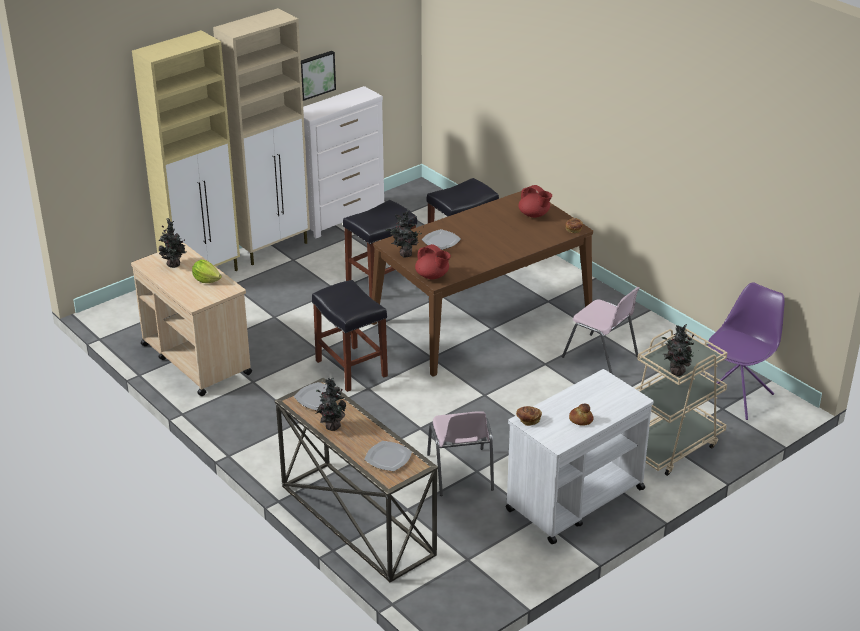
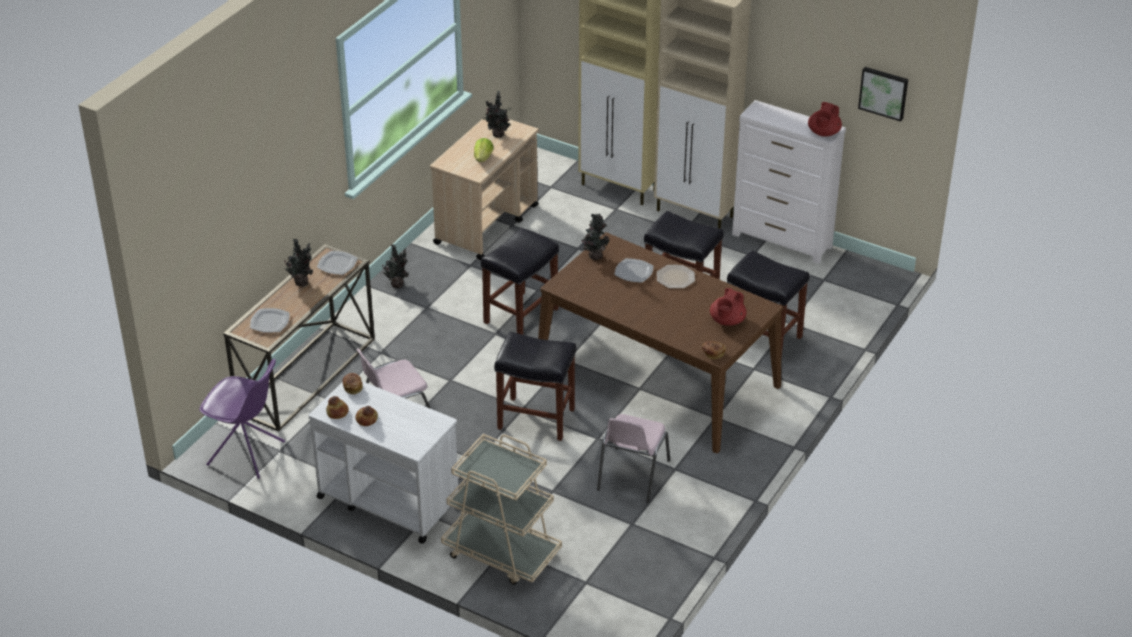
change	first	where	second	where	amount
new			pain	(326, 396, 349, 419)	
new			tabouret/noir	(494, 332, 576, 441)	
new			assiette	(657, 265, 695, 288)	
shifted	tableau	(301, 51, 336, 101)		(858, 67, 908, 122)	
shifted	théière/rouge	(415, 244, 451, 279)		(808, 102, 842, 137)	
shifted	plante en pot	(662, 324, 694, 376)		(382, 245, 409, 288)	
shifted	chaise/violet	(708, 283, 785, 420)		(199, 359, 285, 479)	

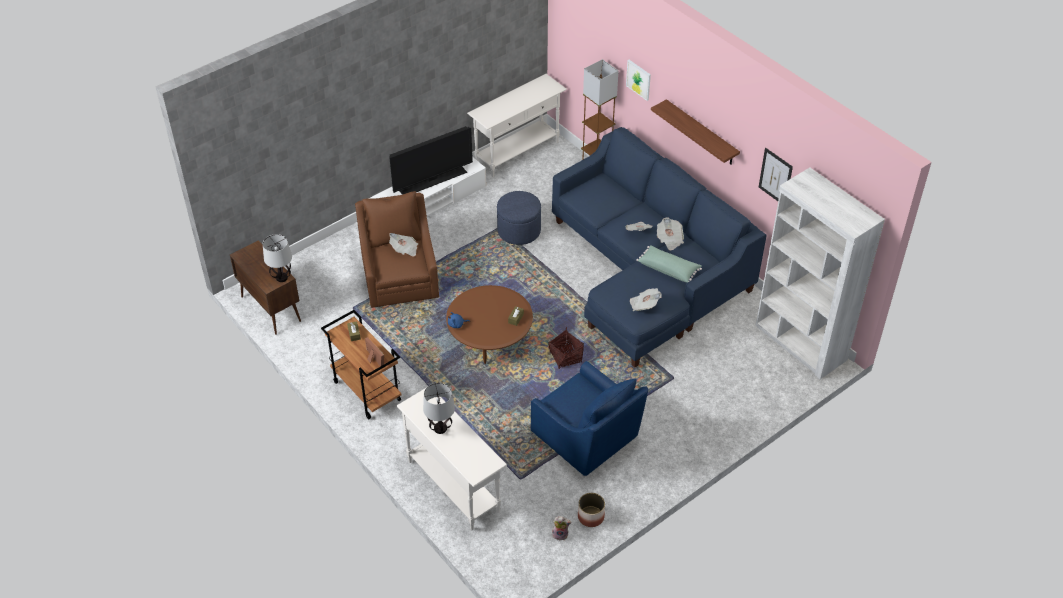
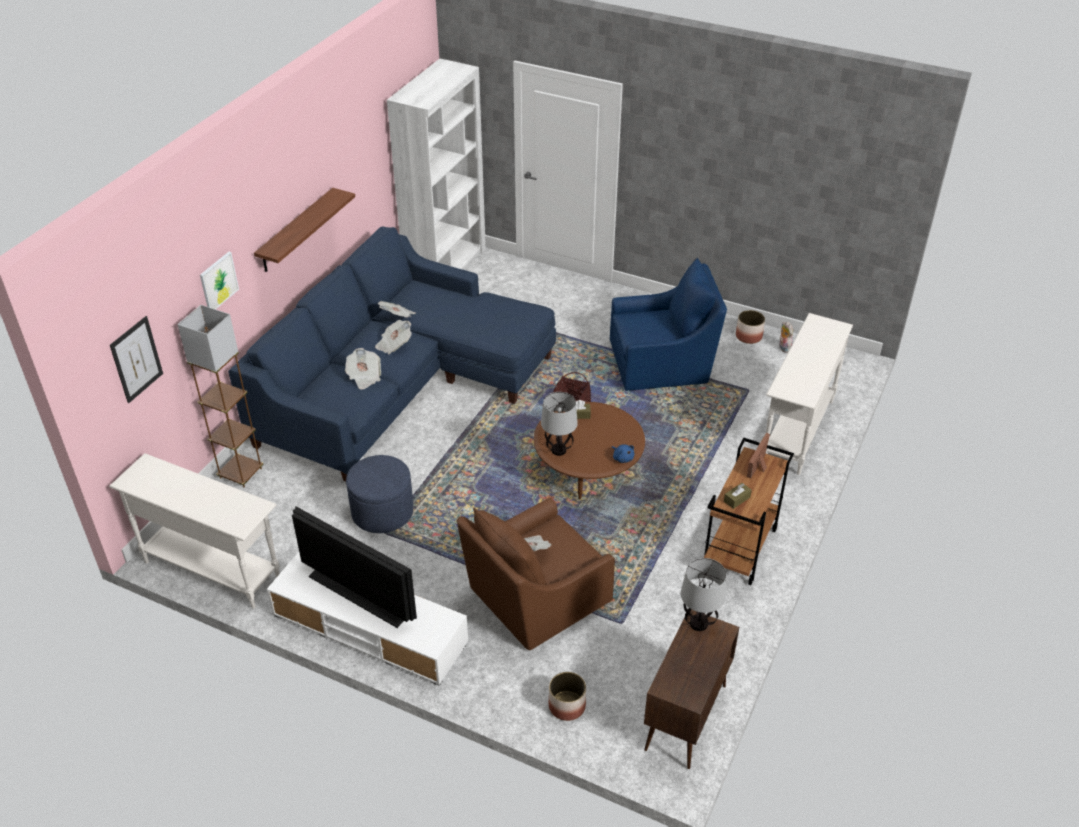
change	first	where	second	where	amount
gone	coussin/vert	(636, 245, 702, 283)			
new			cache-pot	(549, 672, 586, 721)	
shifted	lampe de table	(423, 383, 455, 434)		(541, 392, 578, 456)	
shifted	journal	(630, 288, 662, 311)		(345, 348, 381, 390)	
shifted	tableau	(759, 148, 793, 201)		(110, 316, 163, 403)	
rotated	fauteuil/bleu	(531, 361, 649, 476)		(610, 258, 727, 391)	60 degrees clockwise

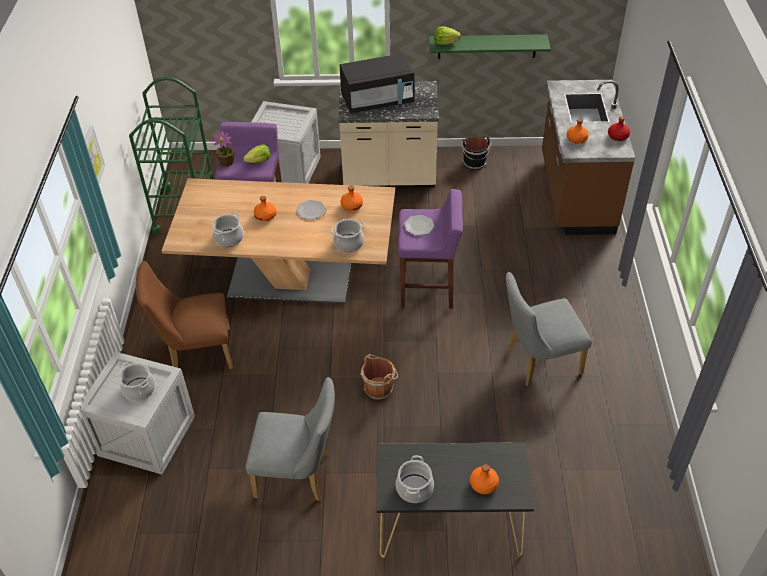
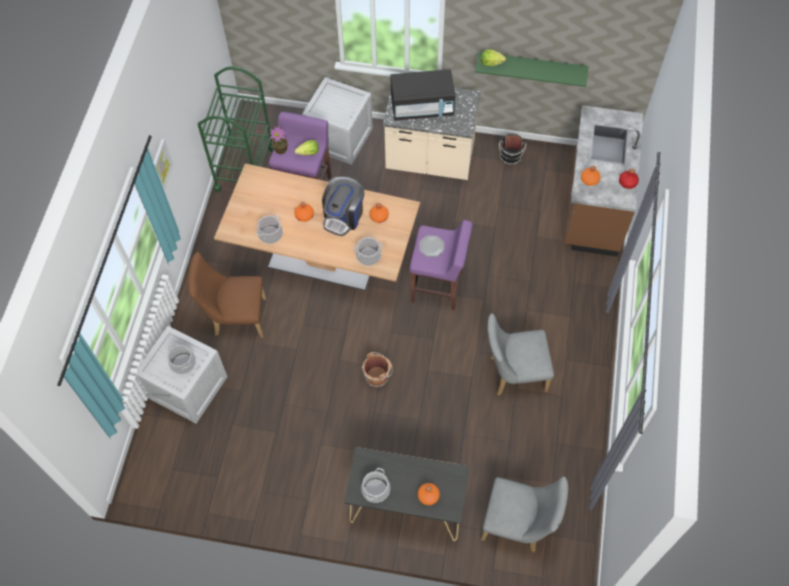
change	first	where	second	where	amount
shifted	chaise/gris	(246, 377, 335, 501)		(481, 476, 568, 553)	
swapped	assiette	(296, 200, 326, 220)	machine à café	(322, 177, 364, 236)	

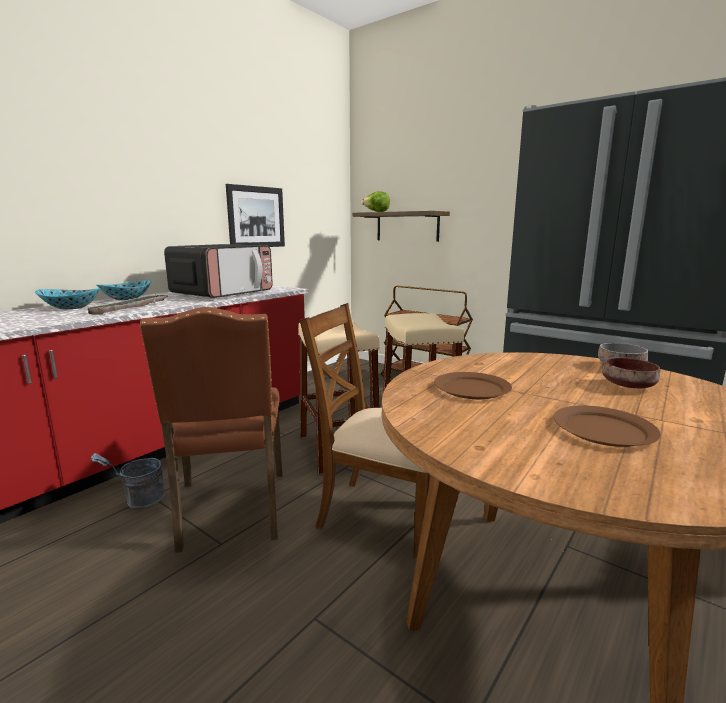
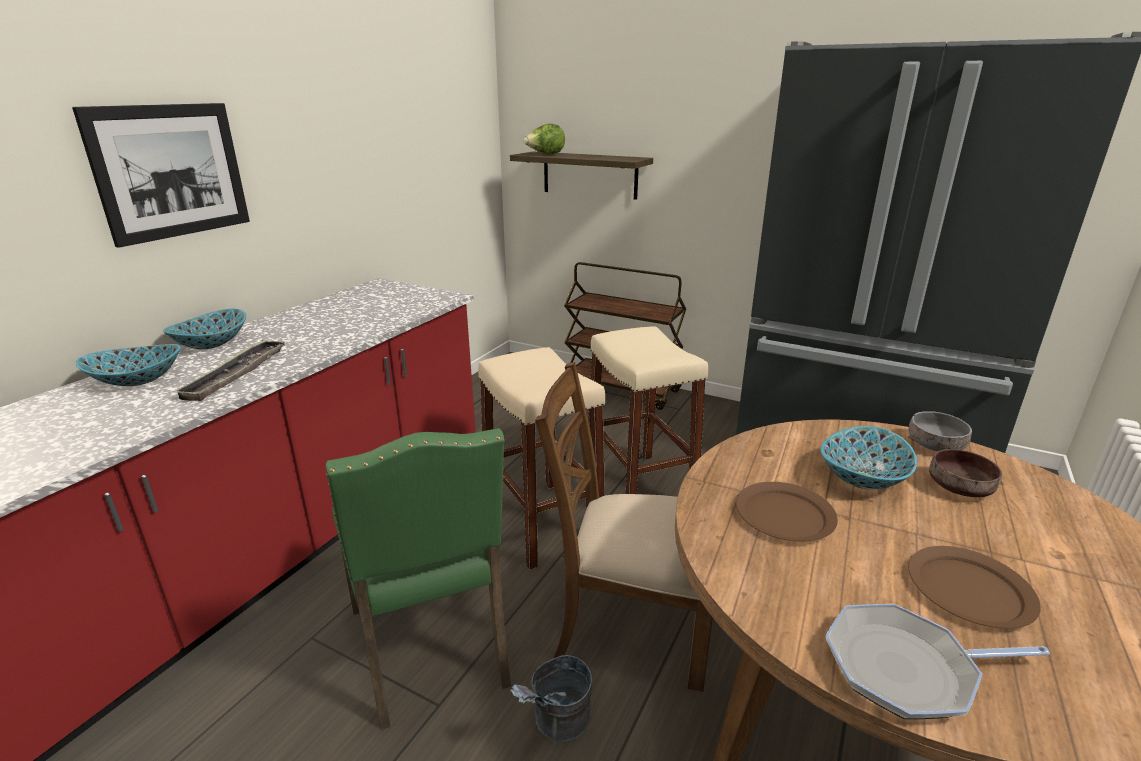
change	first	where	second	where	amount
gone	micro-ondes	(164, 244, 273, 298)			
new			bol	(820, 426, 917, 489)	
new			poêle	(826, 604, 1050, 719)	
shifted	seau/gris	(91, 453, 165, 508)		(510, 655, 592, 743)	
shifted	tableau	(226, 184, 285, 247)		(72, 103, 250, 248)	
repainted	chaise/marron	(140, 307, 282, 553)	chaise/vert	(326, 428, 511, 730)	

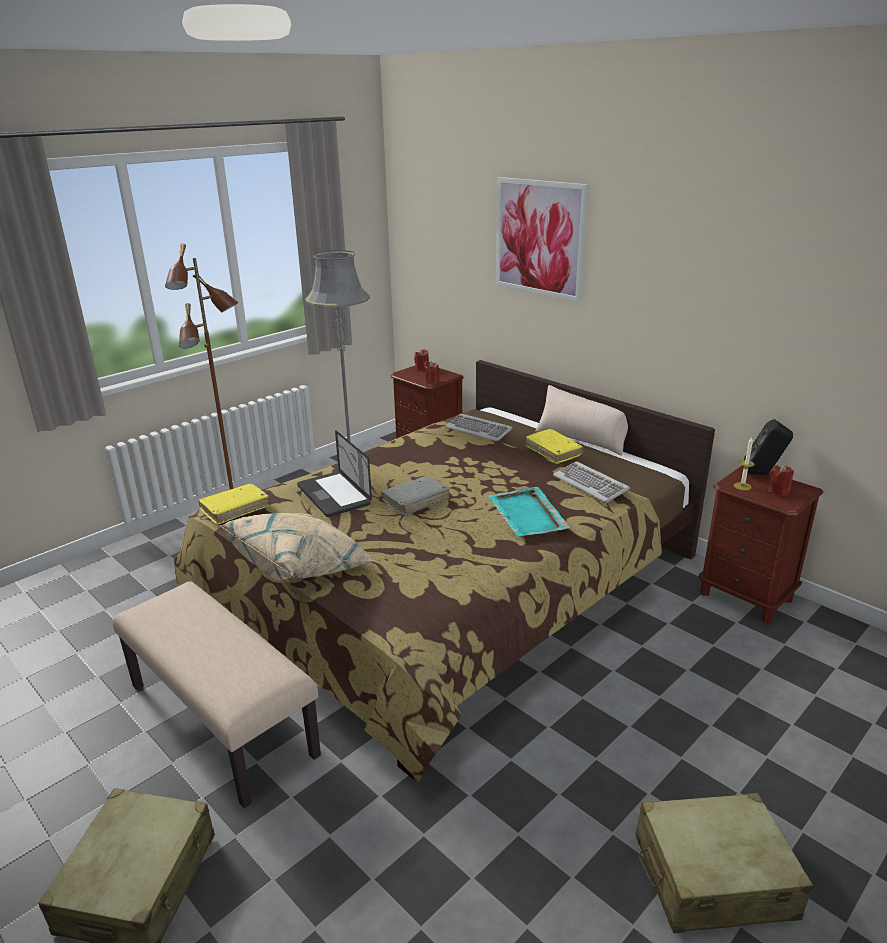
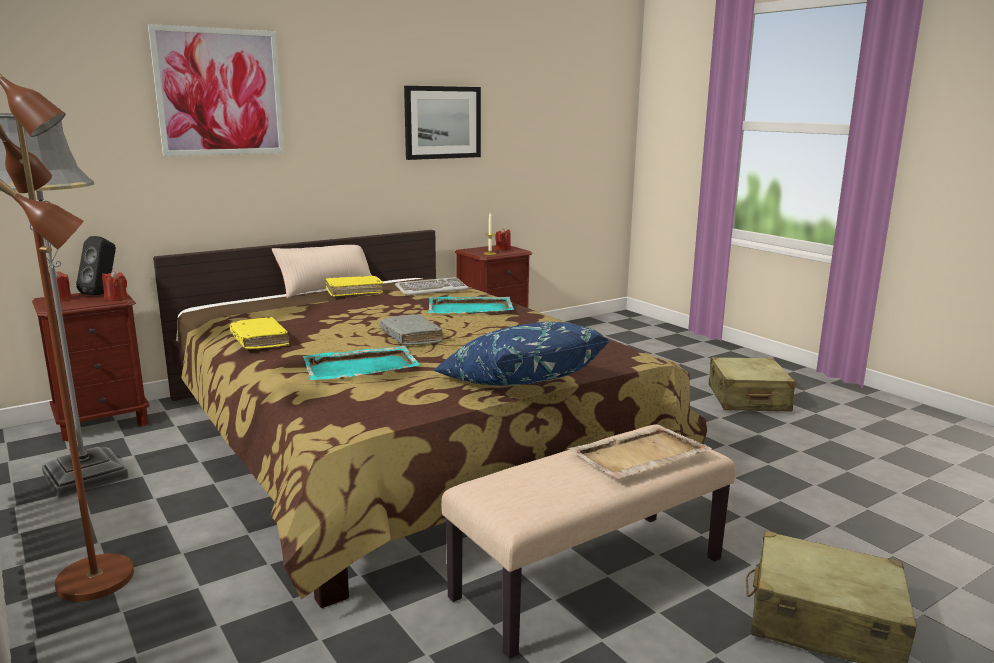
change	first	where	second	where	amount
gone	clavier	(445, 414, 513, 442)			
new			tableau	(404, 86, 481, 160)	
new			plateau/beige	(568, 425, 712, 479)	
shifted	livre/jaune	(198, 484, 269, 525)		(230, 317, 289, 349)	
shifted	enceinte/noir	(743, 419, 793, 475)		(76, 236, 116, 295)	
swapped	ordinateur portable	(297, 430, 372, 517)	plateau/turquoise	(303, 346, 420, 380)	
repainted	coussin/beige	(220, 513, 376, 581)	coussin/bleu	(433, 322, 611, 386)	

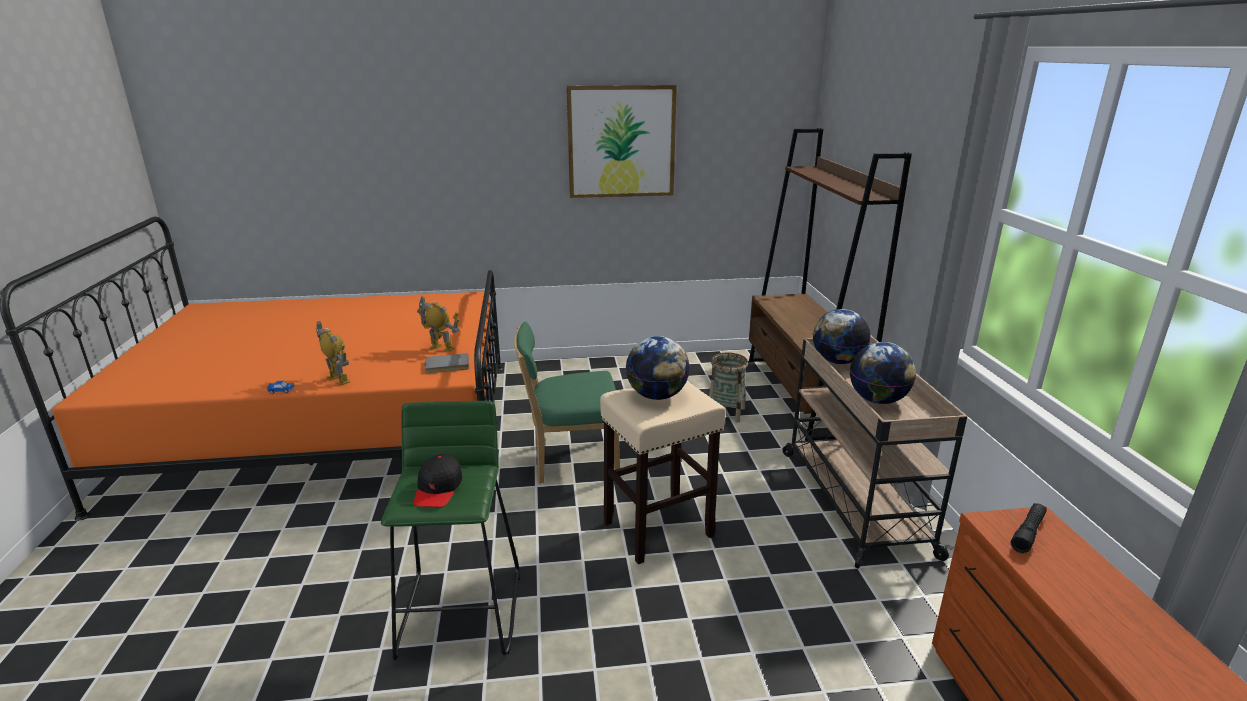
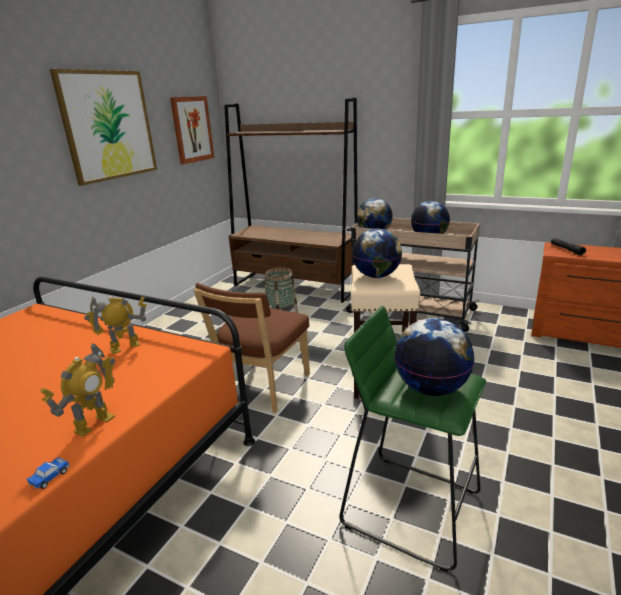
change	first	where	second	where	amount
gone	livre/gris	(425, 353, 469, 373)			
new			tableau	(170, 96, 214, 165)	
swapped	casquette/noir	(414, 454, 462, 507)	globe	(394, 318, 474, 396)	
repainted	chaise/vert	(514, 321, 621, 484)	chaise/marron	(193, 283, 310, 413)	
rotated	robot jouet	(316, 321, 350, 386)		(41, 343, 116, 437)	135 degrees clockwise

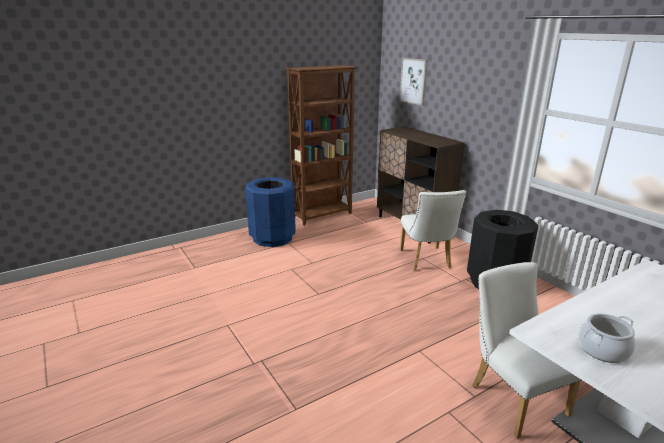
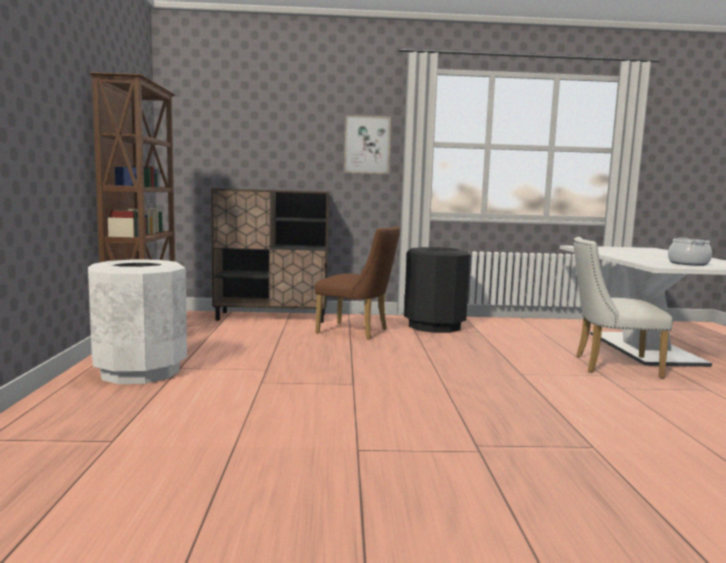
change	first	where	second	where	amount
shifted	tableau	(400, 58, 428, 106)		(344, 115, 391, 174)	
repainted	poubelle/bleu	(245, 177, 296, 247)	poubelle/blanc	(88, 259, 187, 384)	
repainted	chaise/blanc	(400, 190, 466, 270)	chaise/marron	(315, 226, 401, 340)	

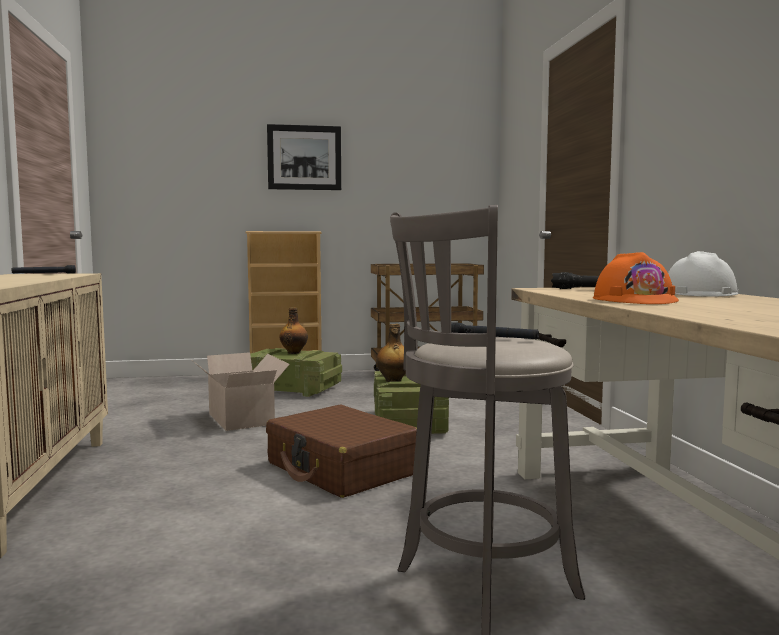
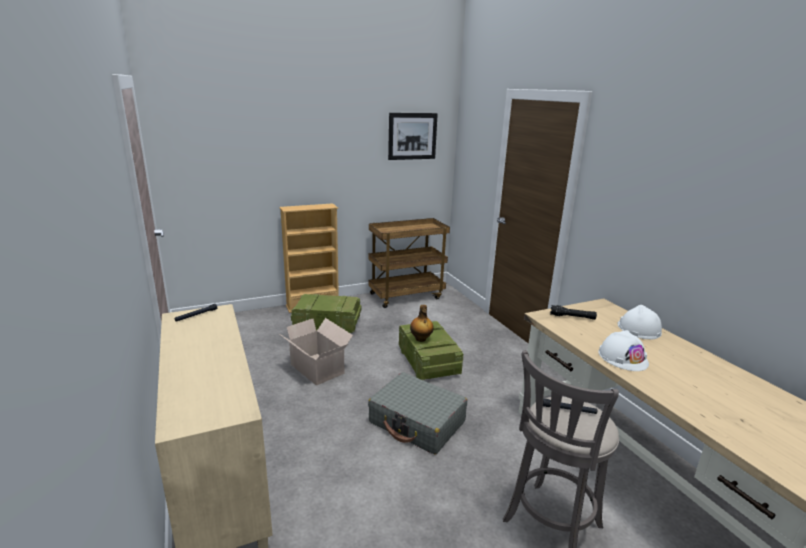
change	first	where	second	where	amount
gone	bouteille	(279, 307, 308, 354)			
shifted	tableau	(267, 124, 341, 190)		(388, 113, 438, 160)	
repainted	valise/marron	(266, 405, 417, 498)	valise/gris	(368, 372, 467, 455)	
repainted	casque de chantier/orange	(593, 252, 679, 304)	casque de chantier/blanc	(598, 330, 649, 371)	

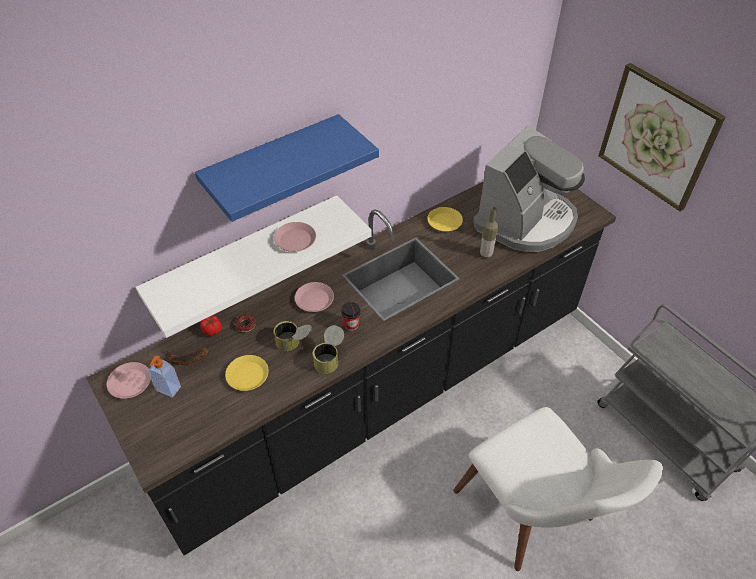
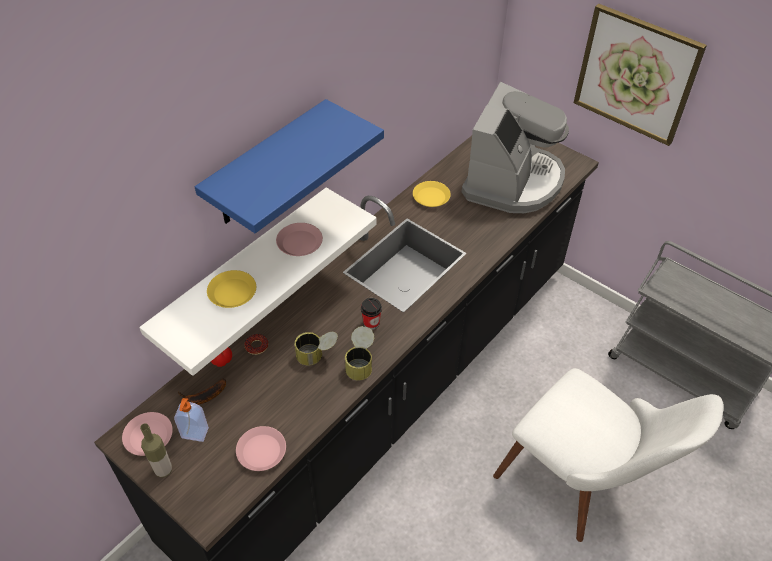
change	first	where	second	where	amount
shifted	assiette/jaune	(225, 355, 269, 391)		(207, 270, 256, 308)	
shifted	assiette/rose	(295, 282, 334, 312)		(236, 426, 286, 471)	
shifted	bouteille	(480, 207, 498, 258)		(140, 423, 172, 478)	

